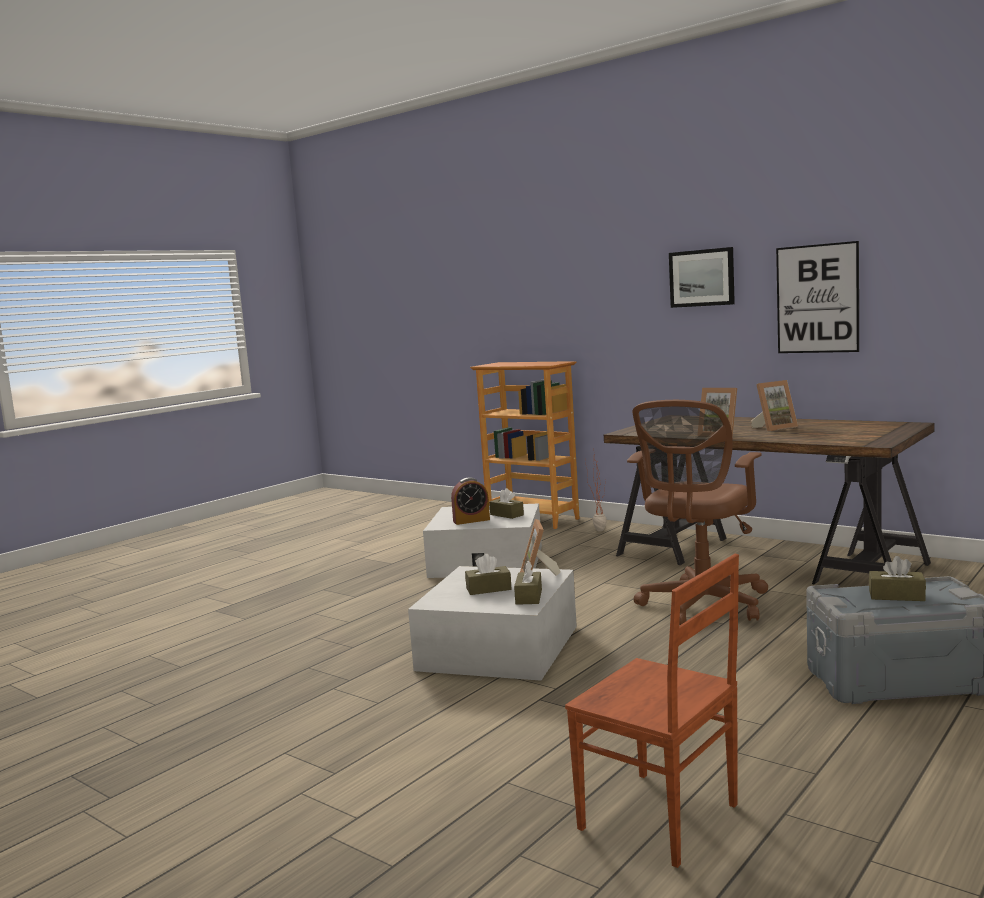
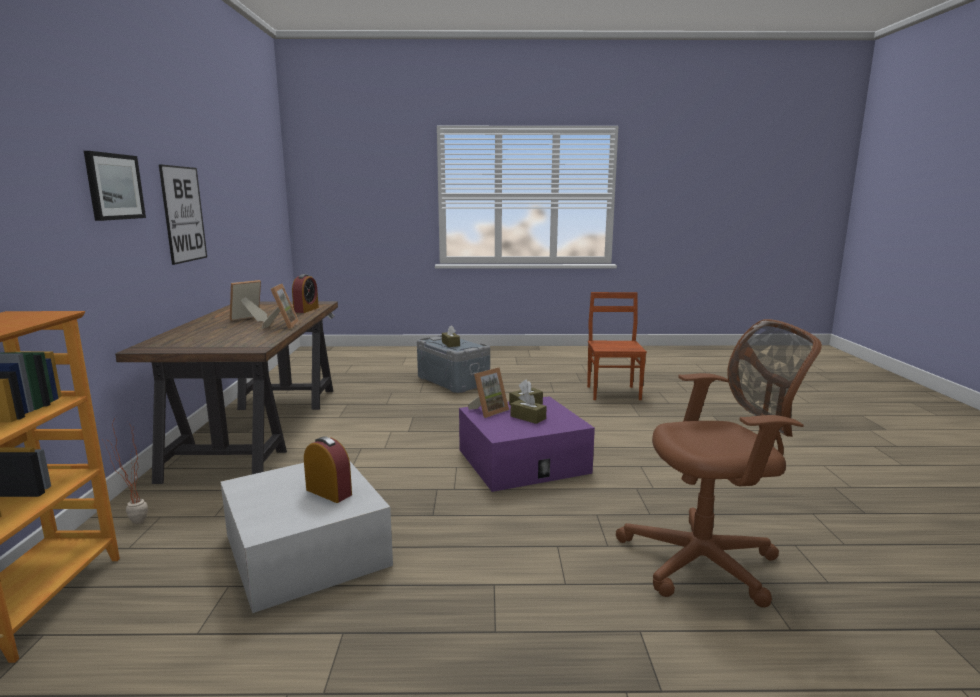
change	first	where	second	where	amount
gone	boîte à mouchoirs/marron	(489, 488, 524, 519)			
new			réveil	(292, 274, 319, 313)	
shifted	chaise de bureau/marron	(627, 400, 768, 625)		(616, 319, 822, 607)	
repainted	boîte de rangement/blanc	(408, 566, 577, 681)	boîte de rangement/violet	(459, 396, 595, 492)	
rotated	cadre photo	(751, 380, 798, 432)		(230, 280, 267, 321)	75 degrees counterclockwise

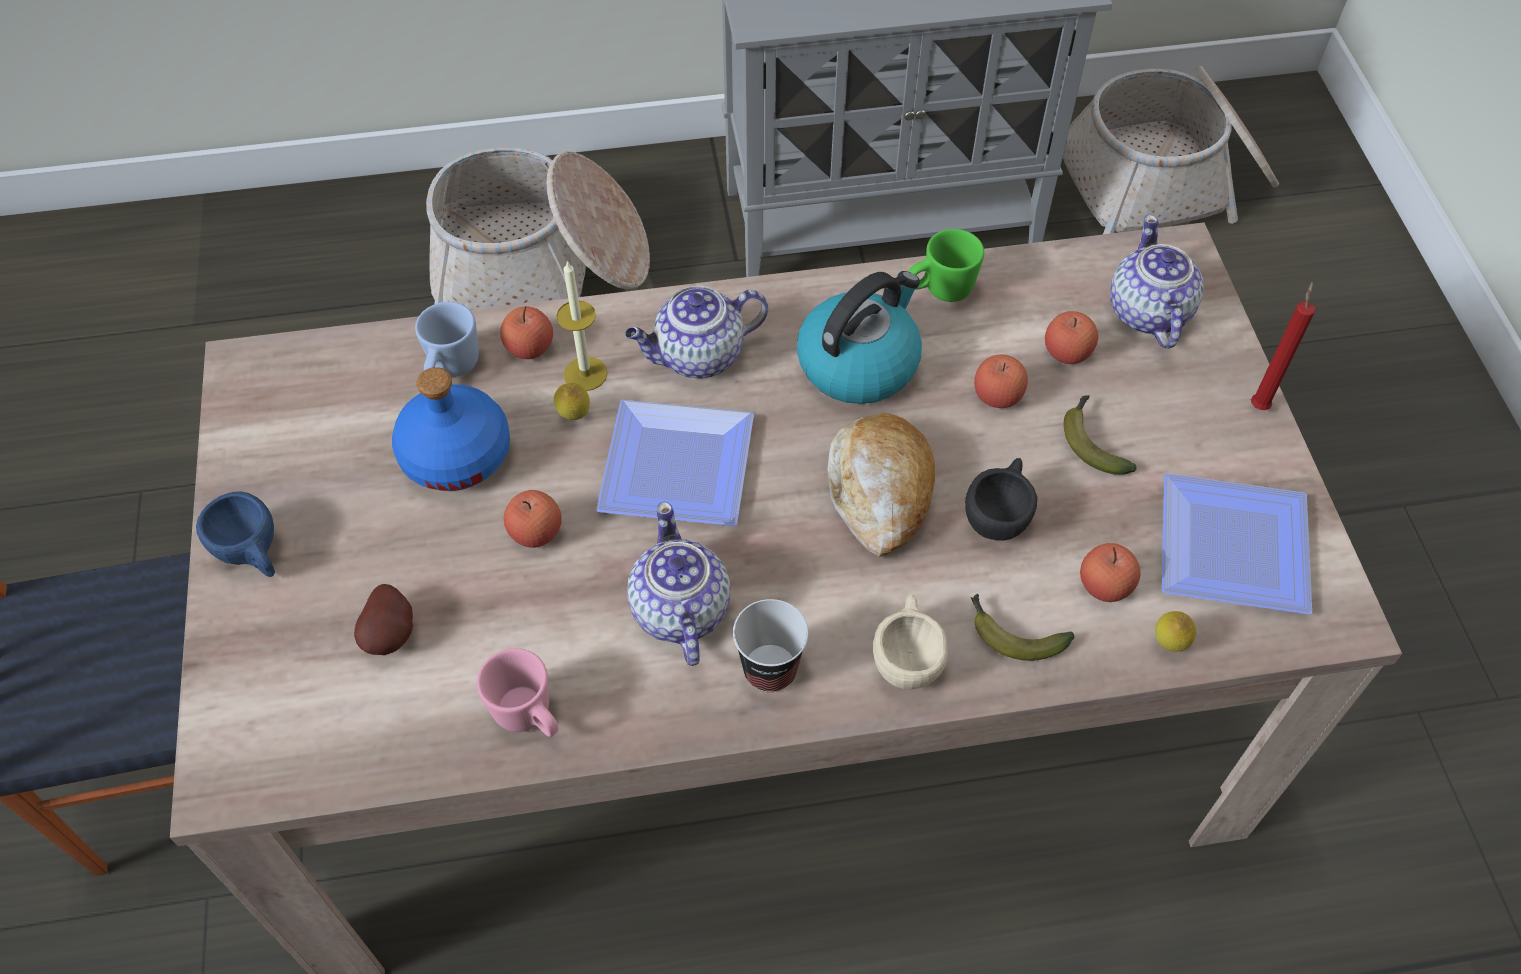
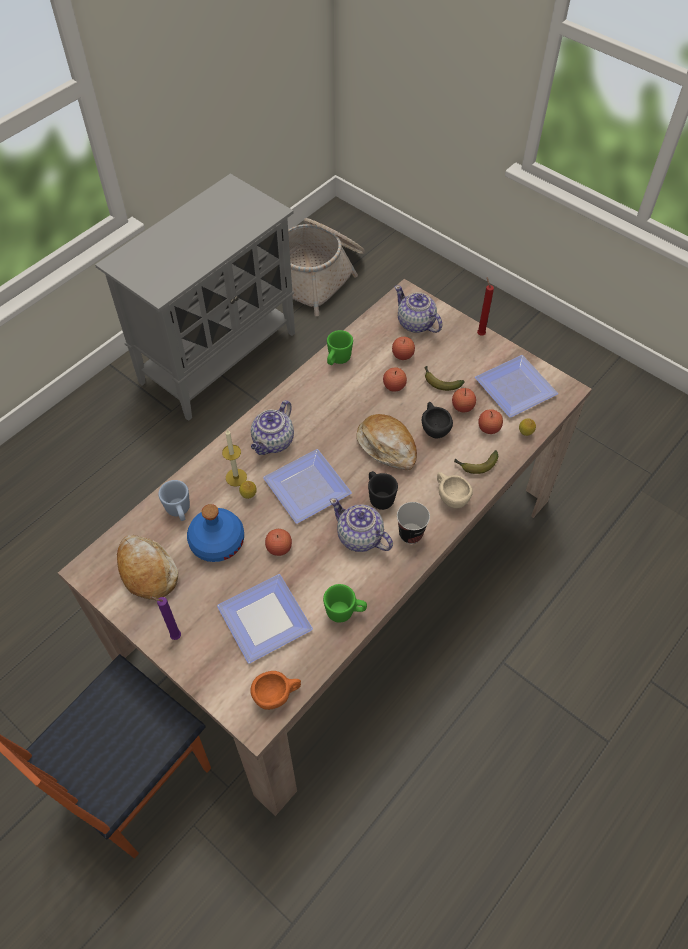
change	first	where	second	where	amount
gone	panier	(426, 147, 650, 310)			
gone	bouilloire	(797, 271, 922, 404)			
new			pain	(117, 535, 178, 600)	
new			tasse/orange	(251, 671, 301, 710)	
new			mug/noir	(368, 471, 398, 510)	
shifted	pomme	(500, 306, 553, 359)		(452, 388, 476, 412)	
swapped	tasse/bleu	(196, 491, 275, 577)	bougie/violet	(150, 596, 181, 640)	
swapped	pomme de terre	(354, 584, 413, 655)	assiette	(217, 574, 313, 664)	
repainted	mug/rose	(477, 648, 559, 737)	mug/vert	(323, 584, 367, 623)	

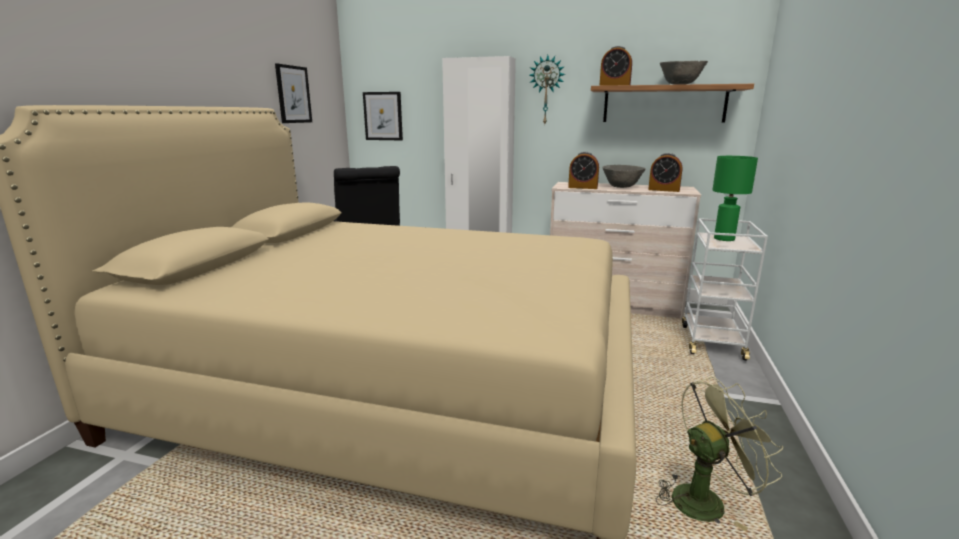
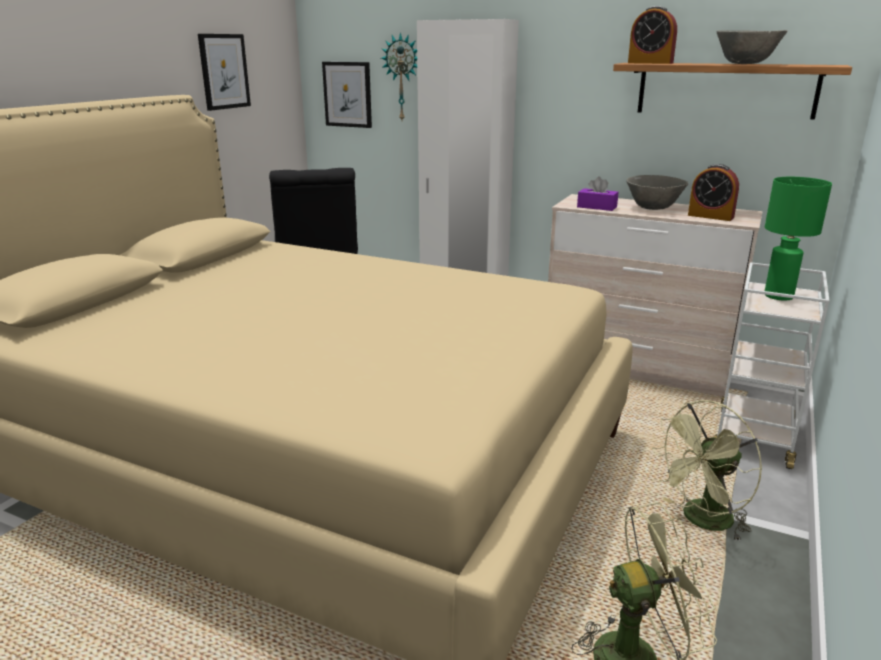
change	first	where	second	where	amount
new			ventilateur/vert	(652, 400, 762, 542)	
shifted	horloge murale	(529, 55, 566, 124)		(381, 32, 417, 120)	
swapped	réveil	(568, 152, 599, 189)	boîte à mouchoirs/violet	(577, 176, 618, 211)	

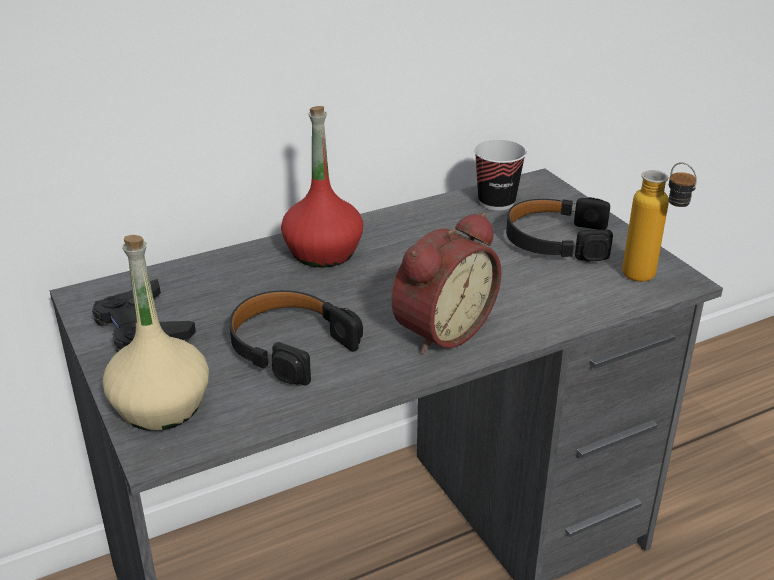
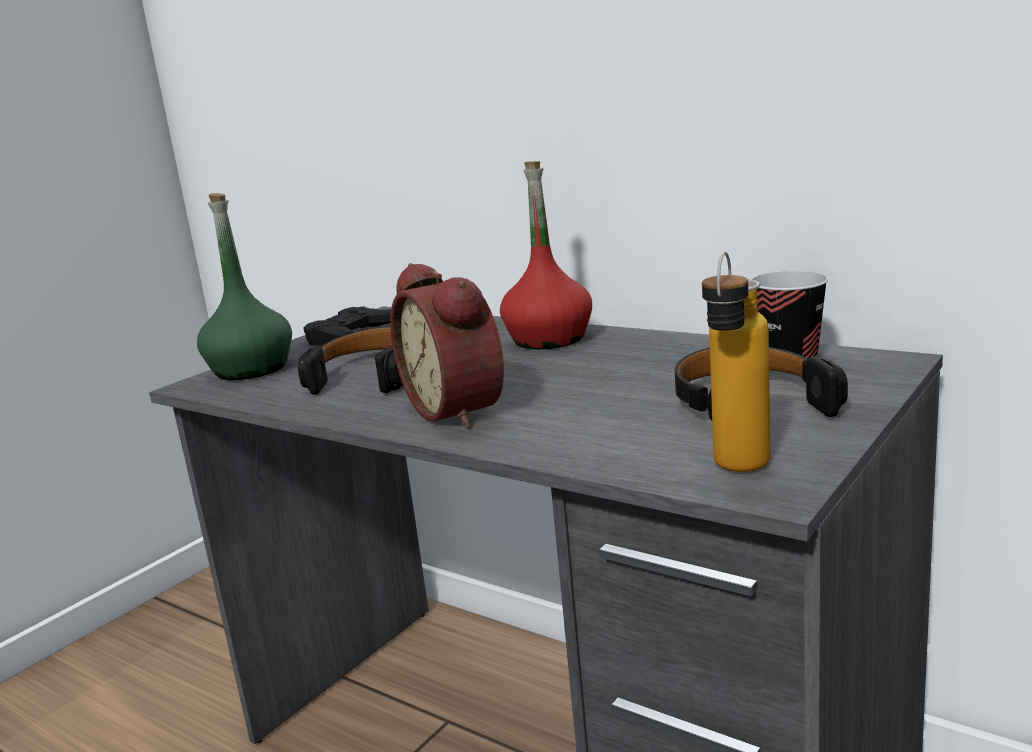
change	first	where	second	where	amount
repainted	bouteille/beige	(102, 235, 209, 431)	bouteille/vert	(197, 193, 292, 380)	
rotated	réveil	(392, 212, 501, 354)		(390, 263, 504, 429)	45 degrees clockwise

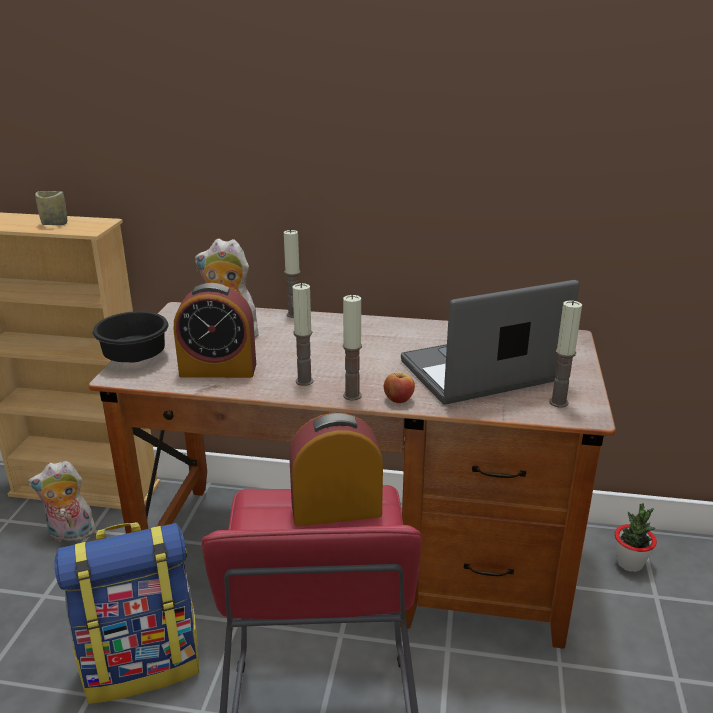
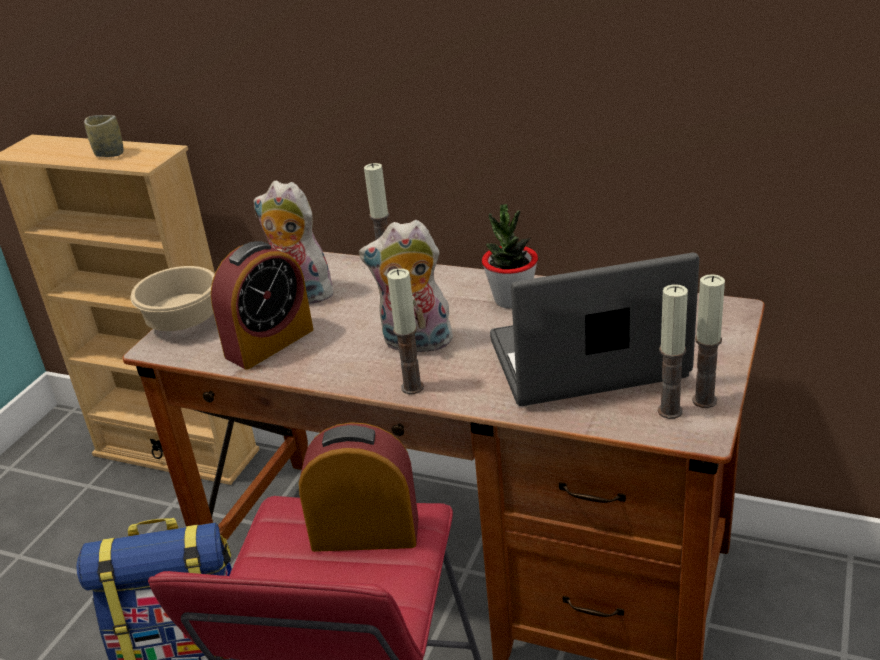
change	first	where	second	where	amount
gone	pomme	(384, 373, 415, 403)			
shifted	peluche	(28, 461, 100, 542)		(359, 220, 455, 356)	
shifted	bougie	(293, 283, 314, 386)		(692, 274, 725, 408)	
shifted	plante en pot	(615, 503, 657, 572)		(482, 204, 538, 309)	
repainted	bol/noir	(93, 311, 169, 362)	bol/beige	(130, 266, 215, 331)	
rotated	réveil	(174, 283, 256, 378)		(210, 241, 313, 369)	60 degrees counterclockwise

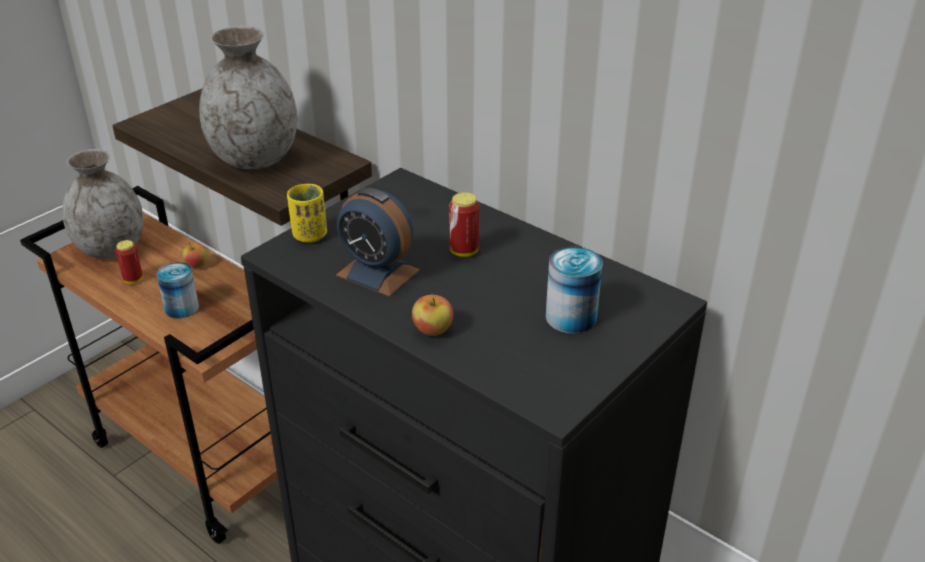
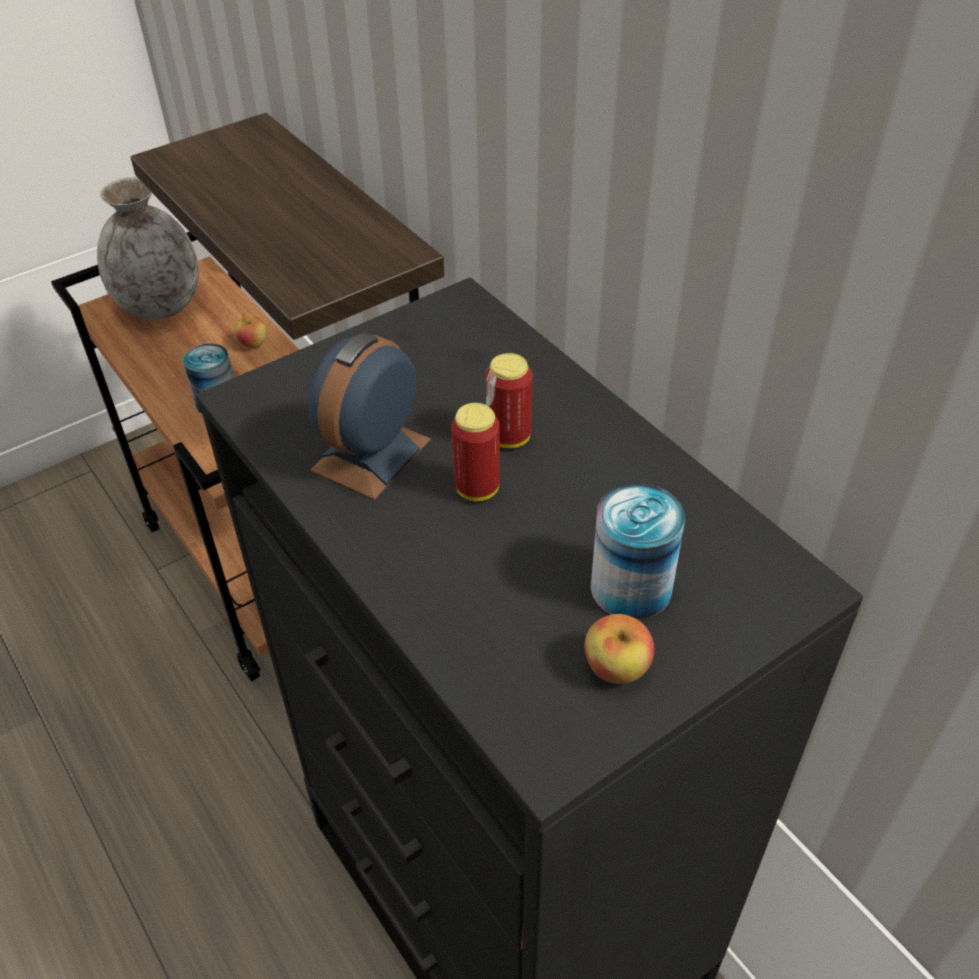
change	first	where	second	where	amount
gone	vase/gris	(199, 26, 297, 169)			
gone	tasse/jaune	(287, 184, 327, 243)			
shifted	boîte métallique	(116, 240, 143, 284)		(451, 403, 500, 501)	
shifted	pomme	(412, 295, 453, 336)		(584, 614, 655, 684)	
rotated	réveil	(336, 188, 420, 297)		(308, 332, 431, 500)	75 degrees clockwise

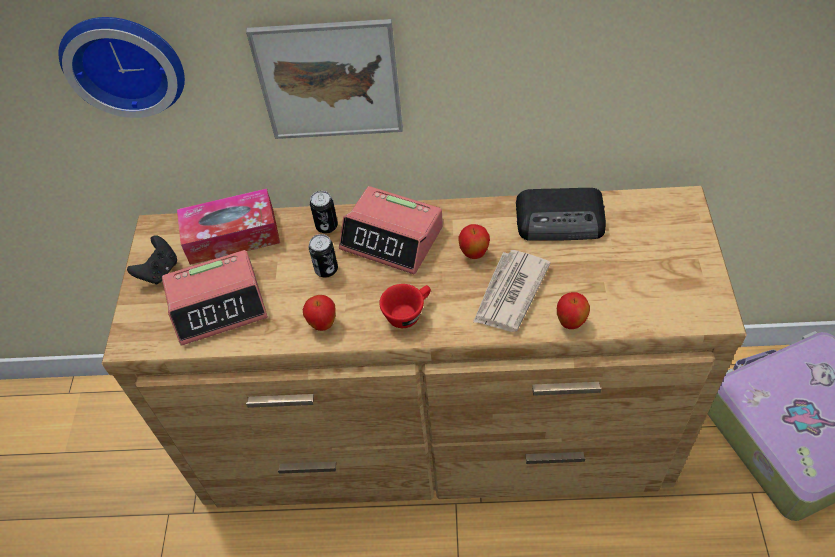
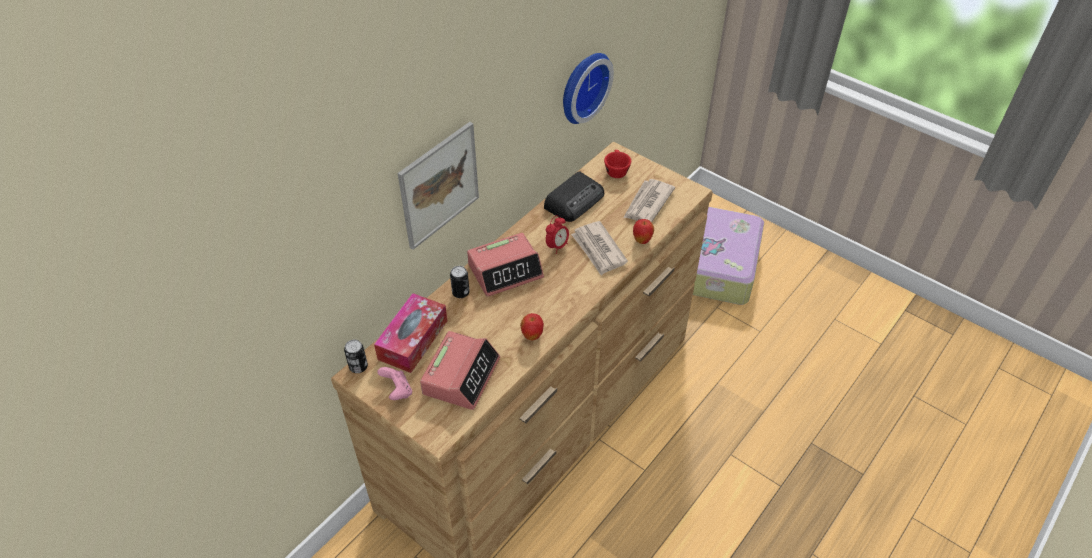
change	first	where	second	where	amount
new			journal	(623, 179, 675, 222)	
shifted	horloge murale	(59, 17, 185, 118)		(563, 53, 614, 124)	
shifted	boîte métallique	(309, 234, 338, 278)		(344, 340, 368, 373)	
shifted	tasse/rouge	(379, 284, 431, 328)		(604, 150, 631, 178)	
swapped	pomme	(459, 224, 490, 259)	réveil	(546, 215, 569, 254)	
repainted	manette/noir	(127, 235, 177, 284)	manette/rose	(377, 367, 412, 400)	

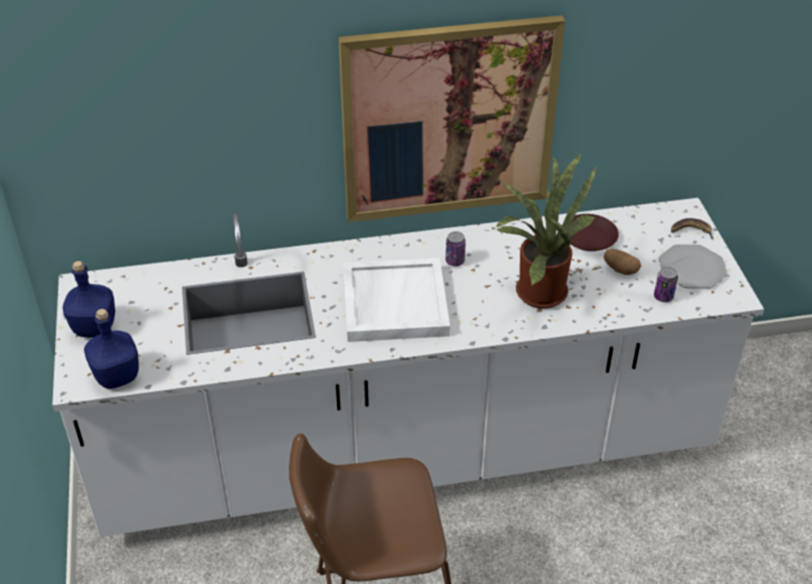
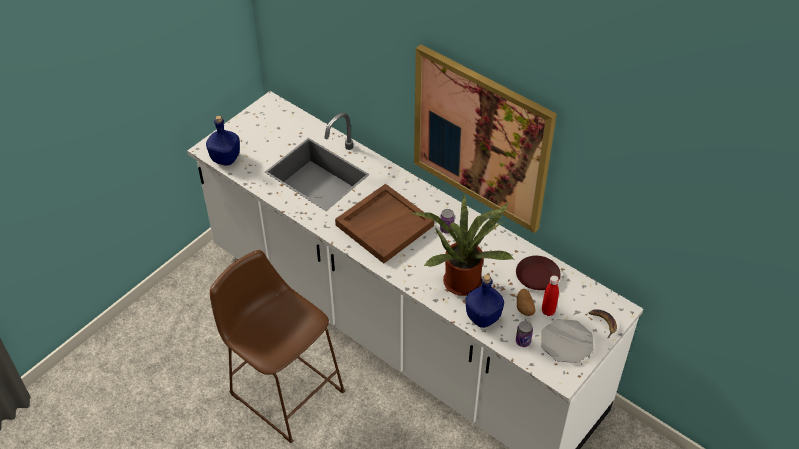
change	first	where	second	where	amount
new			bouteille/rouge	(542, 275, 559, 316)	
shifted	bouteille/bleu	(63, 261, 115, 338)		(465, 275, 504, 328)	
repainted	plateau/blanc	(343, 258, 450, 342)	plateau/marron	(335, 184, 434, 264)	

